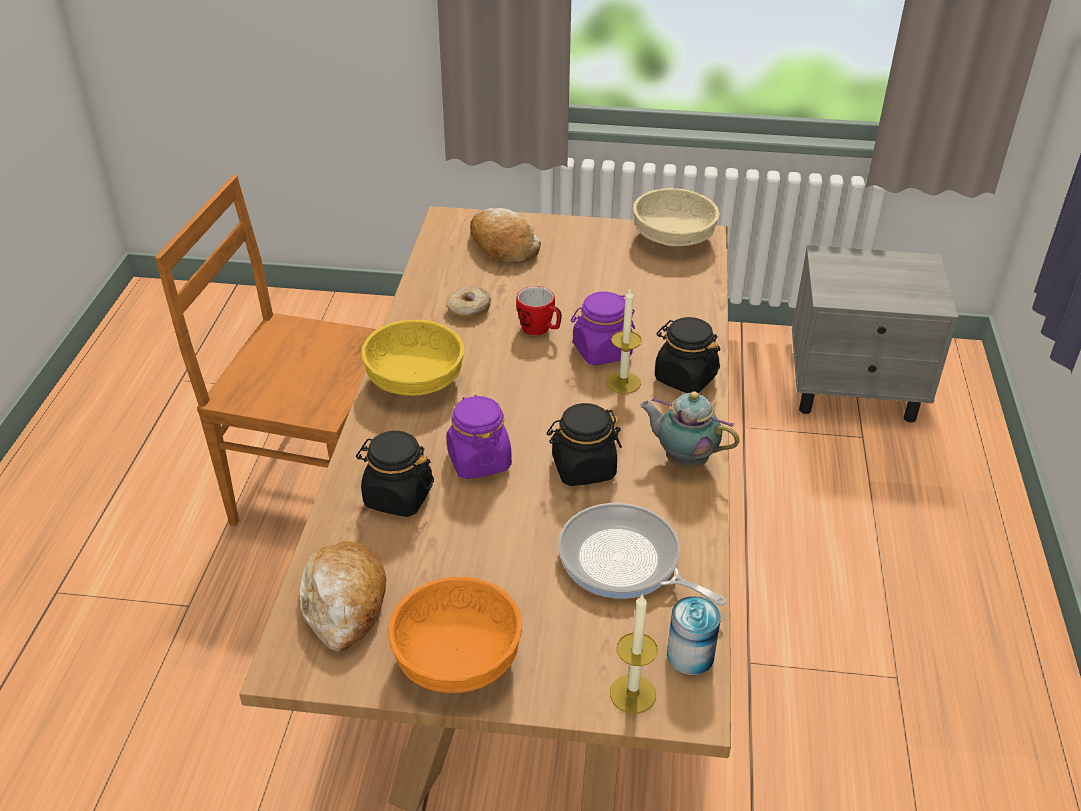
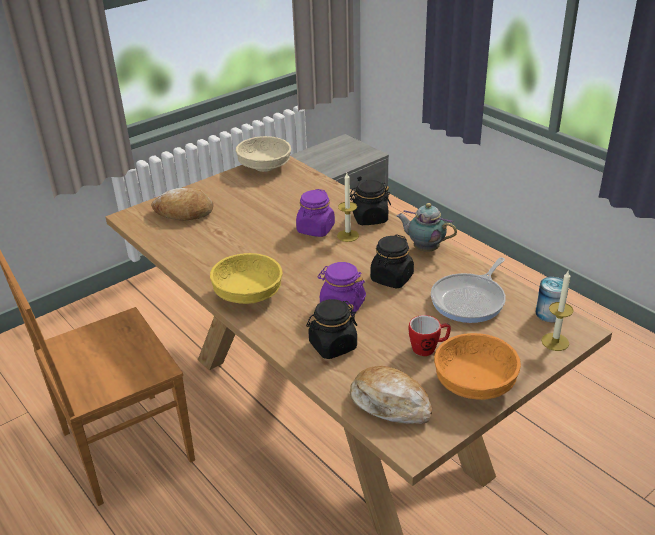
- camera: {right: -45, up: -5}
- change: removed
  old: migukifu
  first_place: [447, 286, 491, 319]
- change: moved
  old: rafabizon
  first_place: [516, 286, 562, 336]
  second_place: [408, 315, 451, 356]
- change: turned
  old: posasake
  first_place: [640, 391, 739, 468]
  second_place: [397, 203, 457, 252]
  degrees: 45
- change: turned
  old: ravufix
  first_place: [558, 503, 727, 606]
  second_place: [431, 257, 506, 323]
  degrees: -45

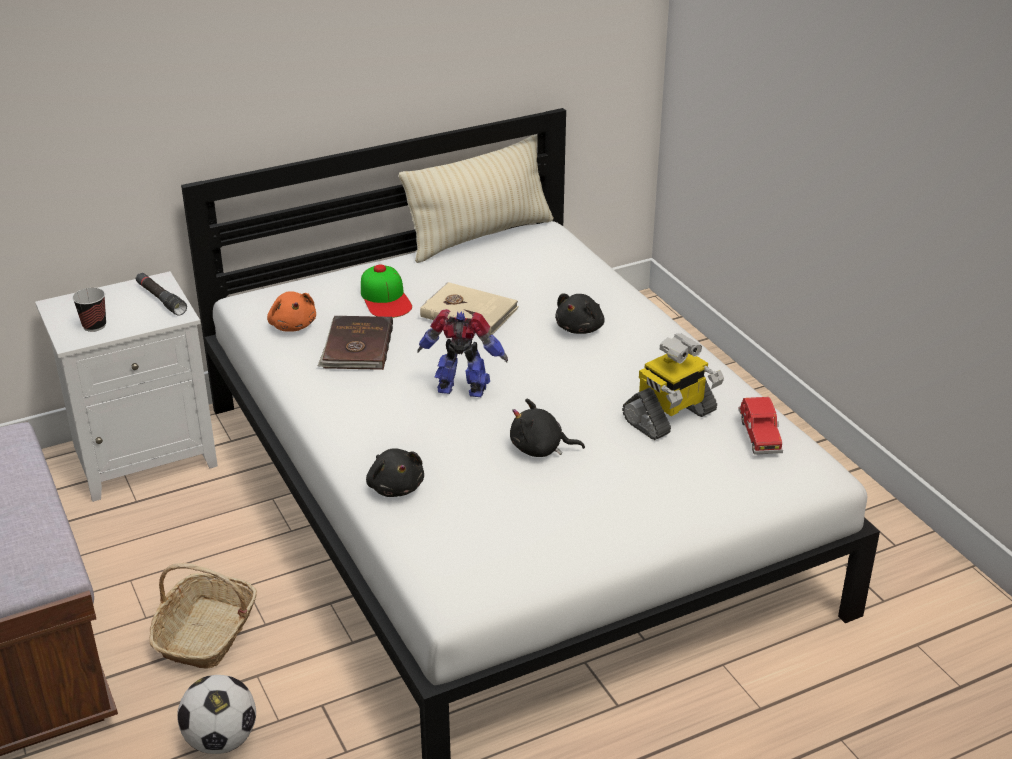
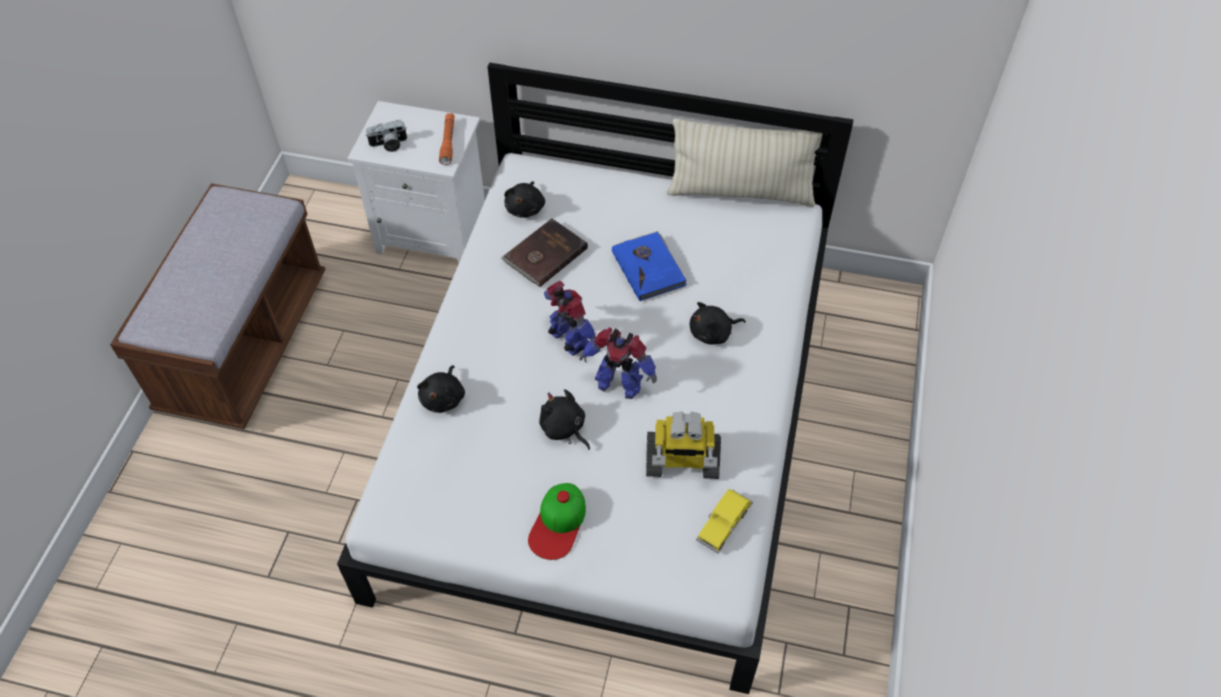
- camera: {right: 40, up: 20}
- change: moved
  old: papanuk
  first_place: [361, 265, 412, 318]
  second_place: [528, 483, 586, 560]
- change: recoloured
  old: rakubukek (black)
  new: rakubukek (orange)
  first_place: [136, 273, 187, 315]
  second_place: [439, 113, 455, 165]
- change: recoloured
  old: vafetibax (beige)
  new: vafetibax (blue)
  first_place: [420, 282, 519, 336]
  second_place: [612, 231, 687, 301]
- change: replaced
  old: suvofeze
  new: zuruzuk
  first_place: [72, 288, 106, 332]
  second_place: [365, 120, 407, 152]
- change: recoloured
  old: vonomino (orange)
  new: vonomino (black)
  first_place: [267, 291, 316, 332]
  second_place: [504, 181, 545, 218]
- change: recoloured
  old: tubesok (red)
  new: tubesok (yellow)
  first_place: [738, 397, 783, 455]
  second_place: [696, 489, 753, 554]
- change: removed
  old: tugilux
  first_place: [149, 563, 257, 669]
- change: removed
  old: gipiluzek
  first_place: [177, 675, 256, 754]
- change: added
  new: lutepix
  second_place: [580, 327, 657, 399]

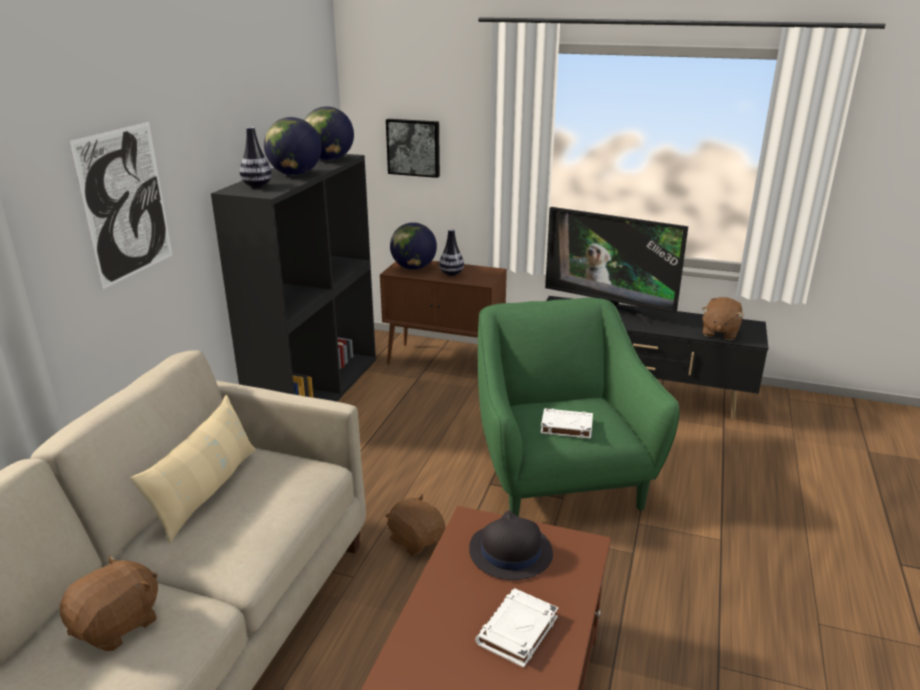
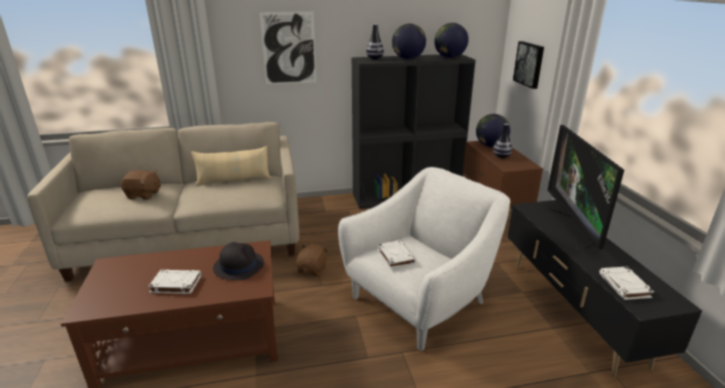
- camera: {right: 60, up: 0}
- change: replaced
  old: vonomino (brown)
  new: vafetibax (white)
  first_place: [702, 297, 744, 340]
  second_place: [599, 267, 654, 300]
- change: recoloured
  old: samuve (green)
  new: samuve (white)
  first_place: [478, 298, 680, 517]
  second_place: [338, 167, 510, 351]

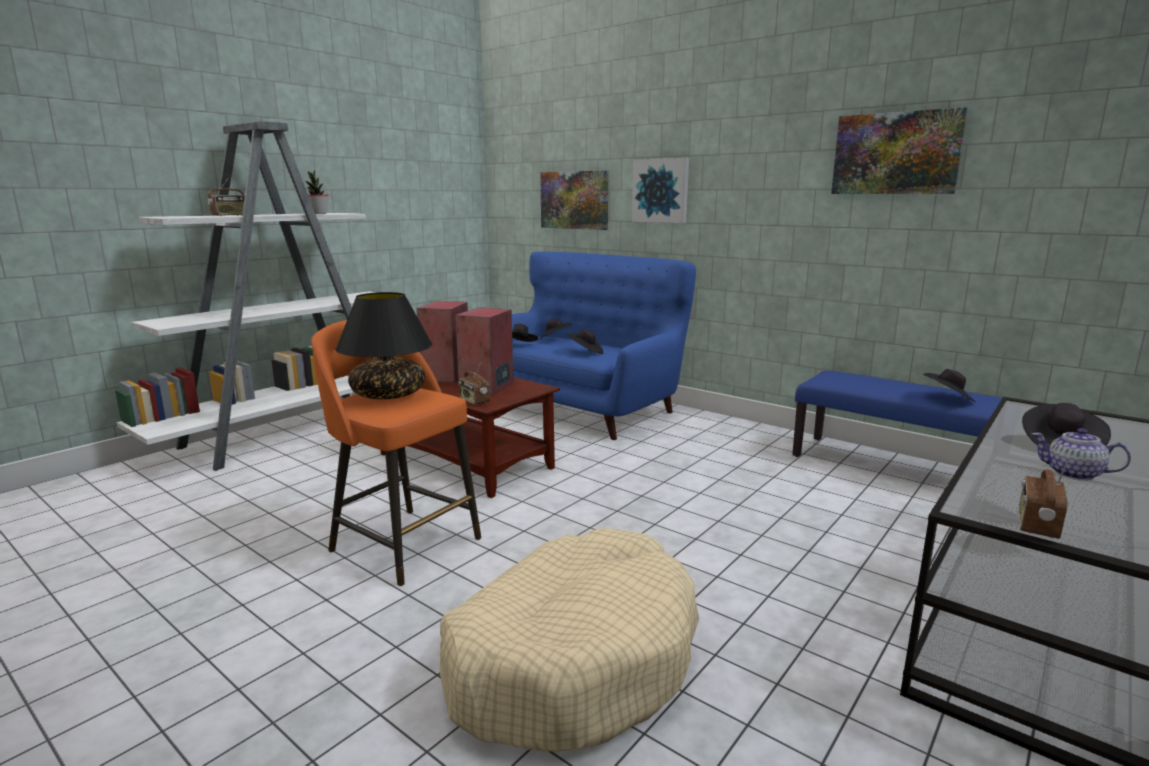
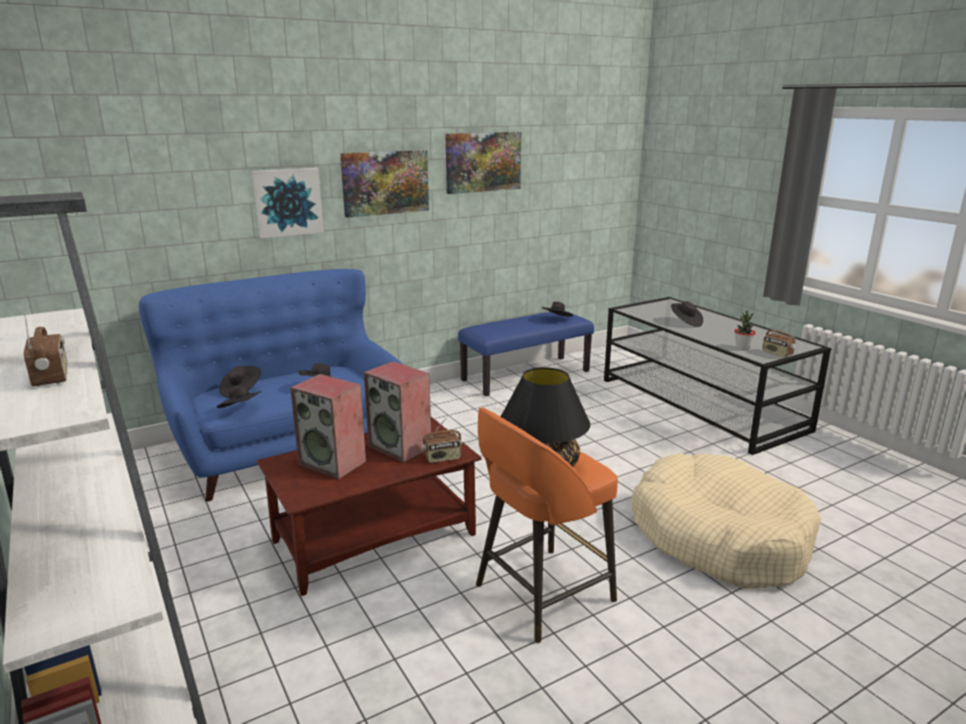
- camera: {right: -70, up: 5}
- change: moved
  old: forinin
  first_place: [540, 170, 609, 230]
  second_place: [340, 150, 429, 218]
- change: moved
  old: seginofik
  first_place: [306, 171, 329, 214]
  second_place: [734, 311, 756, 350]
- change: removed
  old: posasake
  first_place: [1032, 428, 1131, 481]

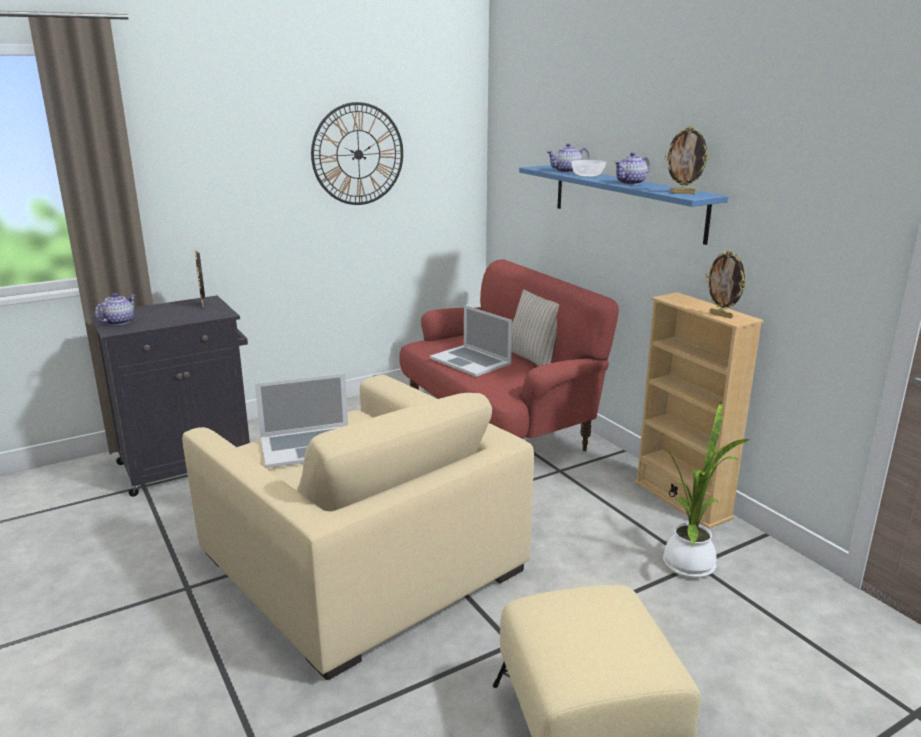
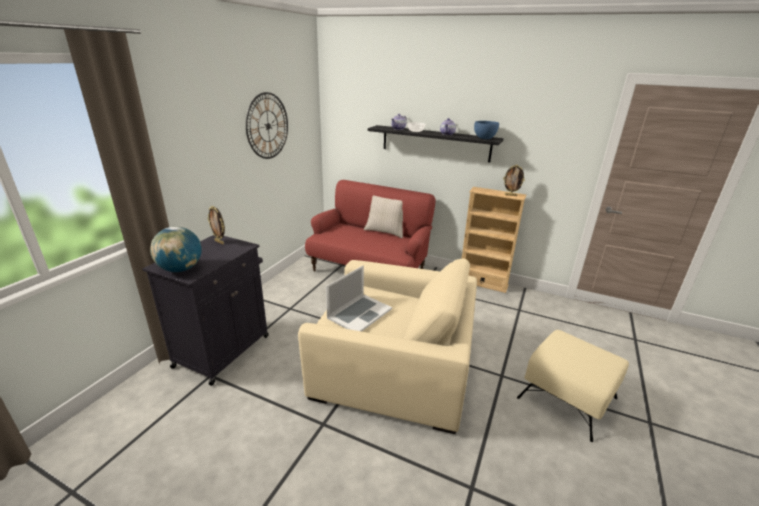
- camera: {right: -35, up: 5}
- change: replaced
  old: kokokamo
  new: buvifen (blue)
  first_place: [665, 126, 710, 194]
  second_place: [474, 121, 499, 139]
- change: recoloured
  old: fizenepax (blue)
  new: fizenepax (black)
  first_place: [519, 165, 728, 245]
  second_place: [368, 125, 503, 162]
- change: replaced
  old: posasake
  new: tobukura
  first_place: [95, 293, 136, 325]
  second_place: [150, 226, 202, 272]
- change: removed
  old: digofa
  first_place: [430, 305, 512, 377]
- change: removed
  old: seginofik
  first_place: [663, 403, 751, 578]

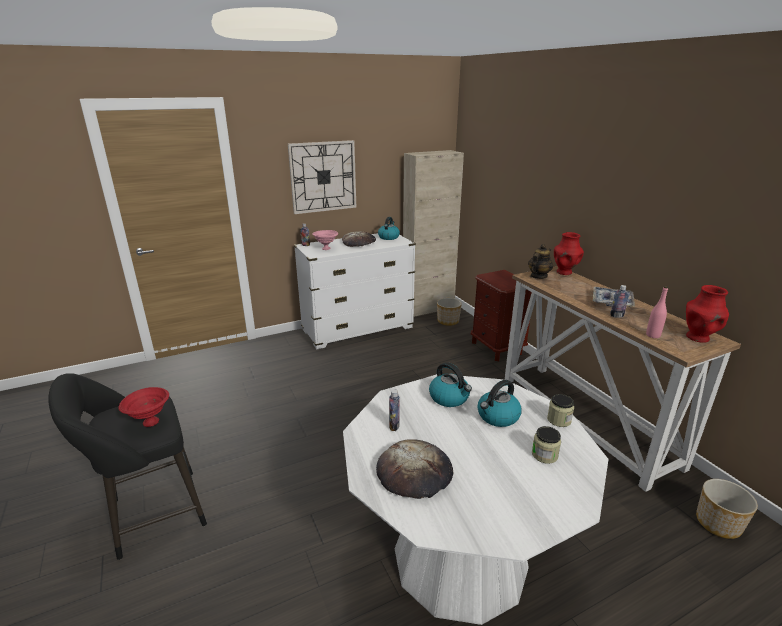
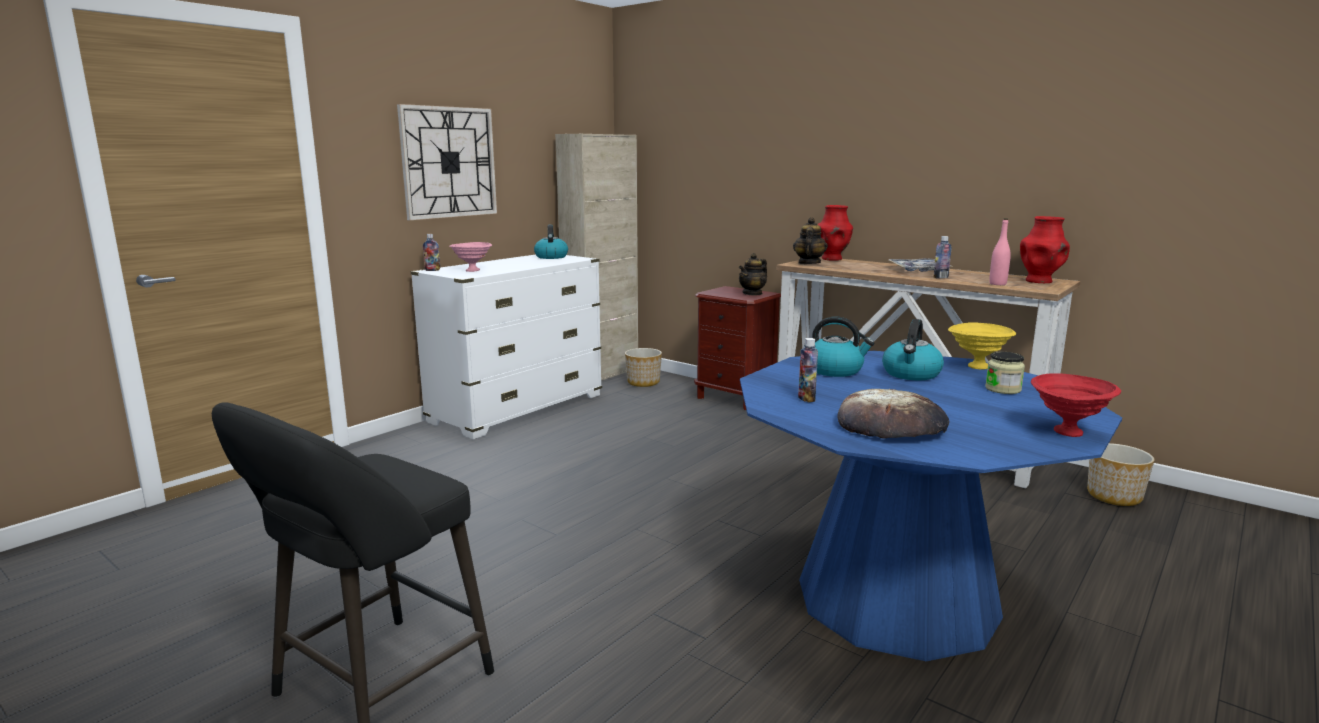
- camera: {right: -25, up: -10}
- change: removed
  old: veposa
  first_place: [342, 231, 376, 247]
- change: recoloured
  old: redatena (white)
  new: redatena (blue)
  first_place: [343, 374, 609, 625]
  second_place: [740, 351, 1122, 661]
- change: moved
  old: buvifen (red)
  first_place: [118, 387, 169, 427]
  second_place: [1031, 373, 1121, 437]
- change: replaced
  old: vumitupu
  new: buvifen (yellow)
  first_place: [547, 394, 574, 427]
  second_place: [948, 322, 1016, 369]
- change: added
  new: posasake
  second_place: [739, 253, 767, 296]

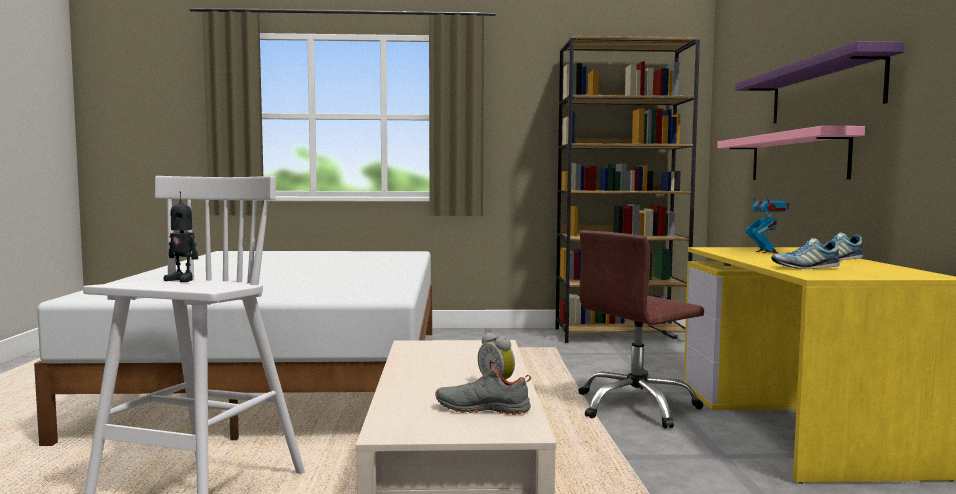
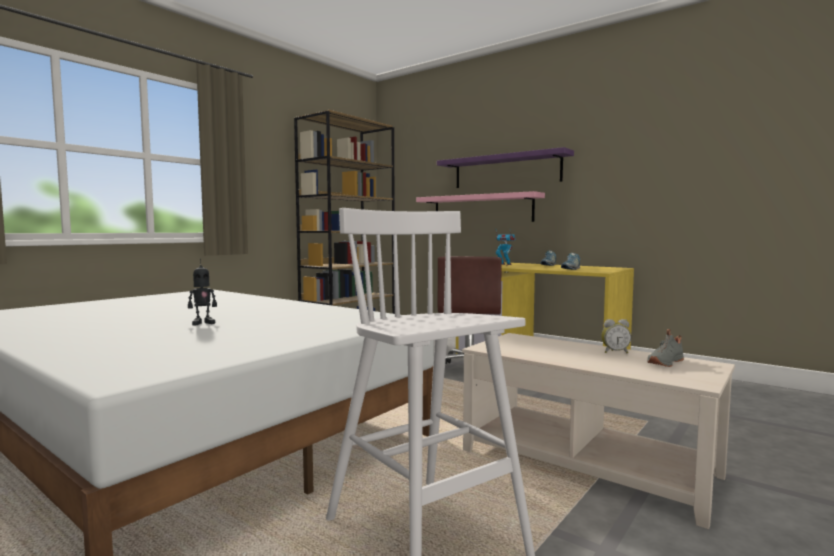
- camera: {right: -50, up: 0}
- change: moved
  old: lutepix
  first_place: [164, 192, 198, 282]
  second_place: [188, 258, 217, 325]

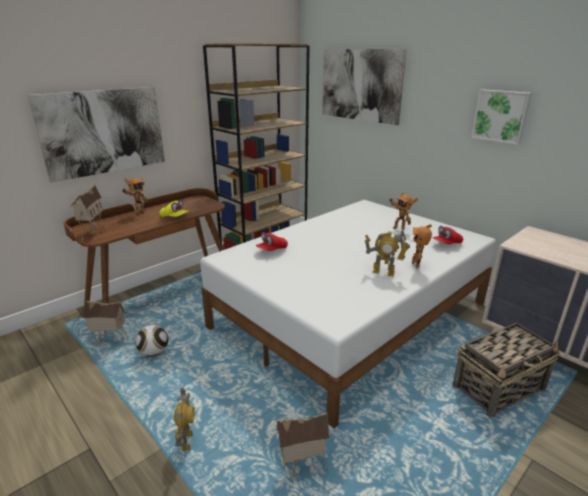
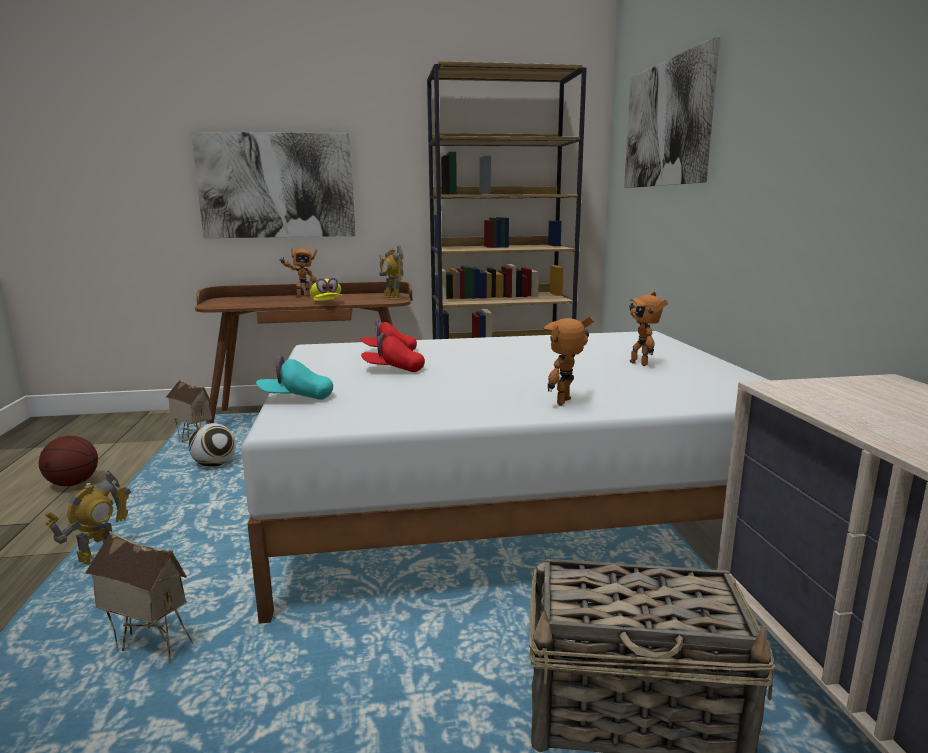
- camera: {right: 35, up: -10}
- change: removed
  old: forinin
  first_place: [471, 89, 532, 145]
- change: removed
  old: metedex
  first_place: [70, 184, 106, 241]
- change: moved
  old: papanuk (red)
  first_place: [433, 226, 463, 244]
  second_place: [361, 333, 425, 372]
- change: moved
  old: lutepix
  first_place: [364, 230, 410, 277]
  second_place: [379, 245, 403, 300]
- change: added
  new: papanuk (turquoise)
  second_place: [256, 355, 333, 400]
- change: added
  new: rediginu
  second_place: [39, 436, 98, 486]

